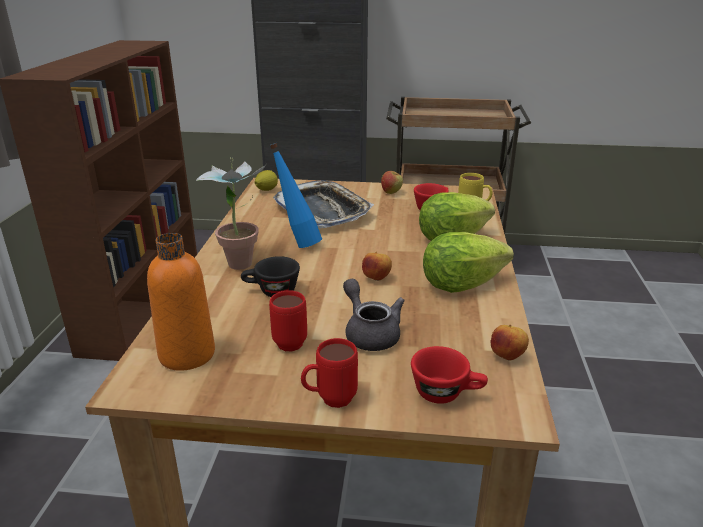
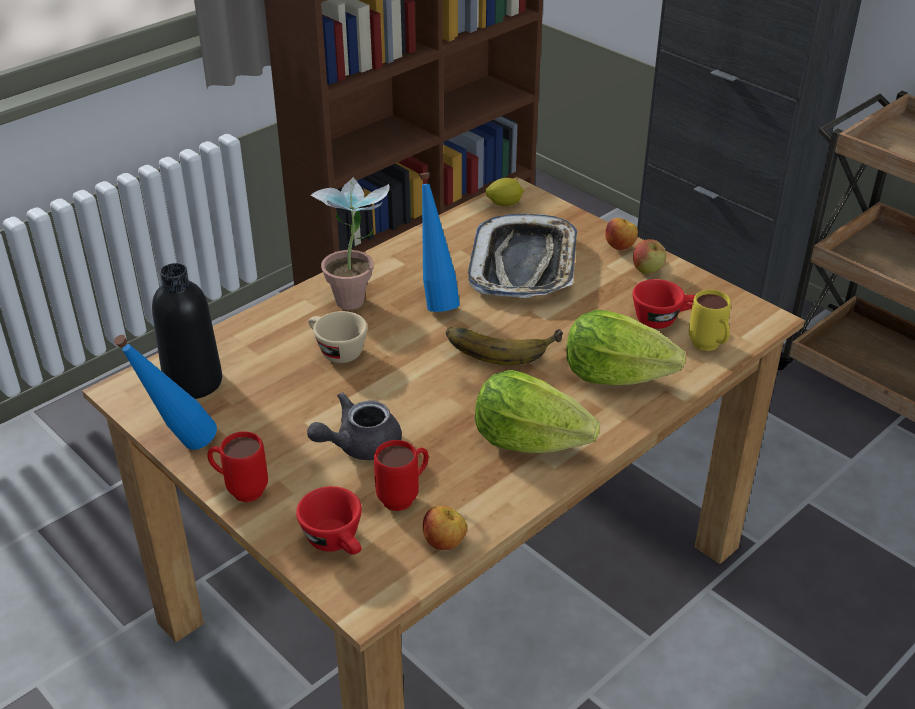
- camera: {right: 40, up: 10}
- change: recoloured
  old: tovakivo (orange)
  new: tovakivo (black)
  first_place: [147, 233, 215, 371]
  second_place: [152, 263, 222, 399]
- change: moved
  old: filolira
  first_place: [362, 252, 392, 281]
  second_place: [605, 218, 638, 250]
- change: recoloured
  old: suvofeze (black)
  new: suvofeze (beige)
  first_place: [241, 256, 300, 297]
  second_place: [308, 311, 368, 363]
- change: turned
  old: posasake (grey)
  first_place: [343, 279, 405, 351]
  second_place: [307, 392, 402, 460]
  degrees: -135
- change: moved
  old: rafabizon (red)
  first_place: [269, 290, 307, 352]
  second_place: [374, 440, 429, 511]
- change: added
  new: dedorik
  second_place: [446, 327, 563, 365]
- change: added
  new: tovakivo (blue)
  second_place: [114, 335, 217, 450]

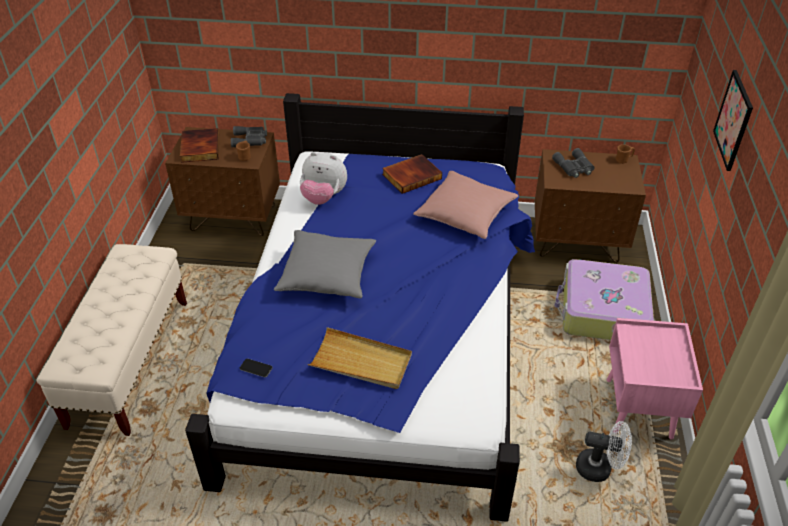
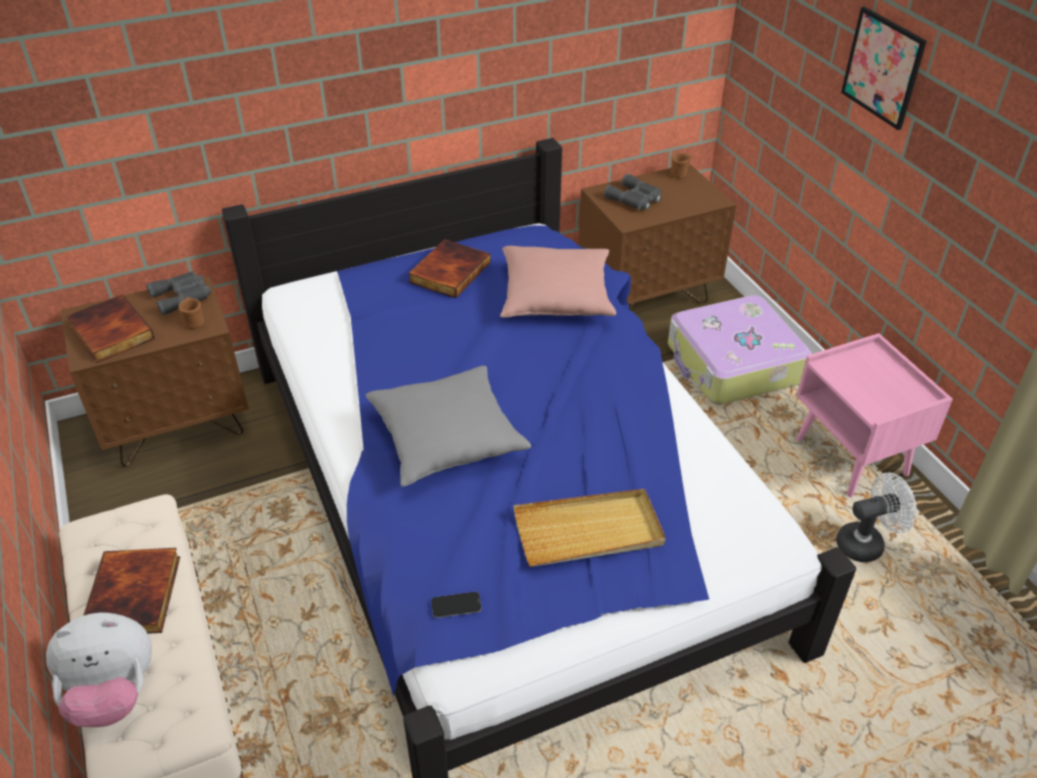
- camera: {right: -30, up: 0}
- change: moved
  old: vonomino
  first_place: [300, 152, 347, 205]
  second_place: [46, 613, 152, 727]
- change: added
  new: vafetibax
  second_place: [83, 548, 180, 634]

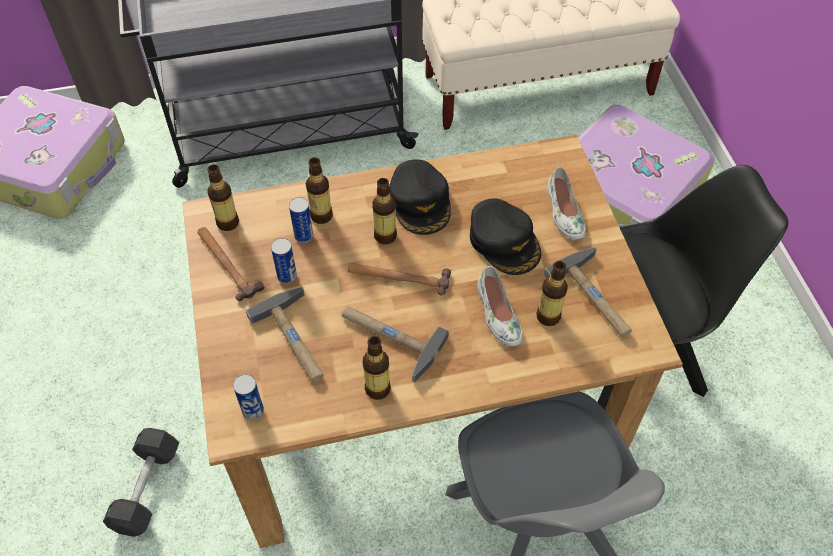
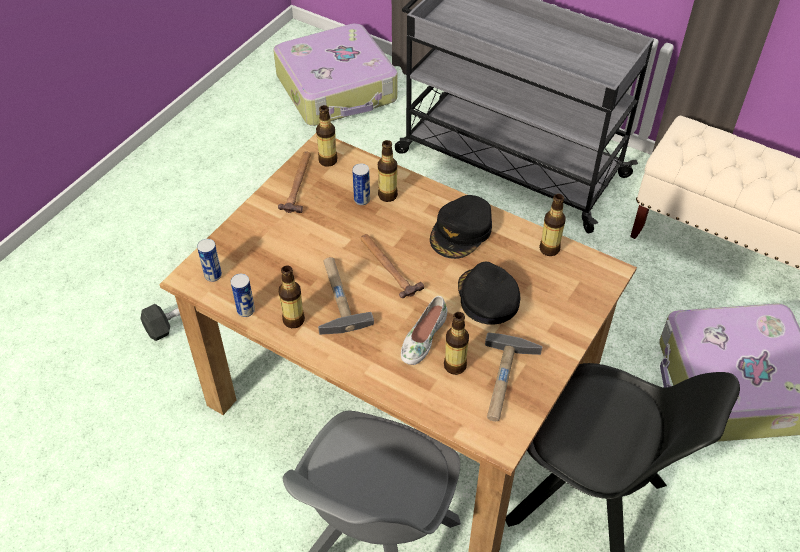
- camera: {right: 45, up: -5}
- change: removed
  old: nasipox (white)
  first_place: [547, 167, 586, 240]
- change: moved
  old: tovakivo
  first_place: [372, 178, 397, 245]
  second_place: [539, 194, 566, 256]
- change: turned
  old: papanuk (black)
  first_place: [470, 198, 541, 275]
  second_place: [458, 262, 520, 325]
  degrees: 150
- change: moved
  old: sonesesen
  first_place: [271, 238, 297, 284]
  second_place: [231, 274, 255, 317]
- change: removed
  old: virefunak
  first_place: [246, 287, 324, 382]

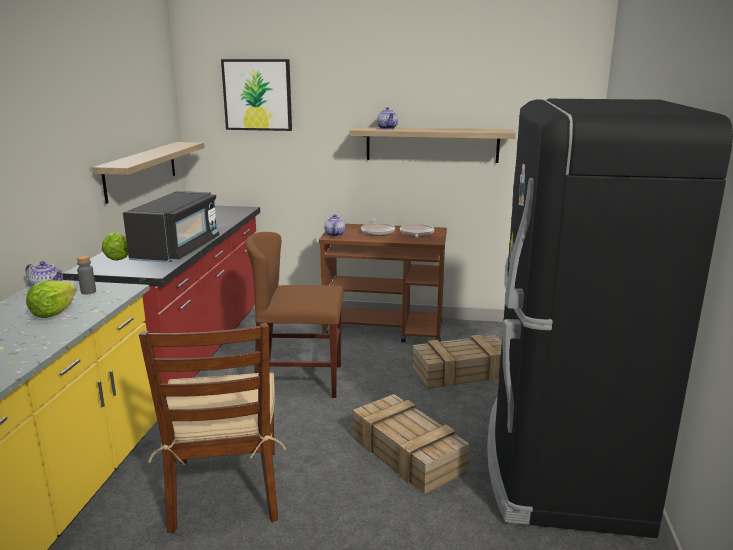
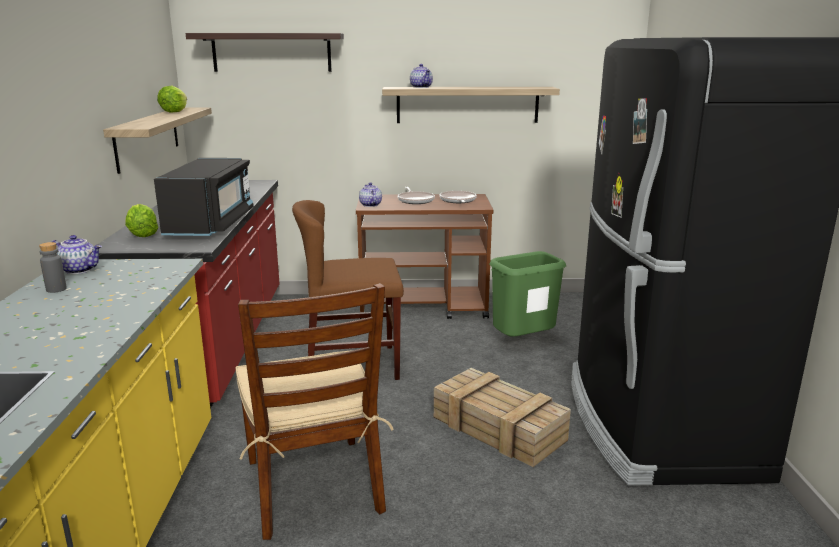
- camera: {right: -10, up: 0}
- change: replaced
  old: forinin
  new: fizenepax
  first_place: [221, 59, 292, 131]
  second_place: [185, 33, 344, 72]
- change: moved
  old: tovakivo (grey)
  first_place: [77, 256, 96, 294]
  second_place: [39, 242, 67, 293]
- change: moved
  old: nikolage
  first_place: [26, 280, 77, 318]
  second_place: [157, 86, 187, 113]
- change: replaced
  old: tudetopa
  new: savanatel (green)
  first_place: [412, 335, 502, 389]
  second_place: [489, 251, 566, 337]

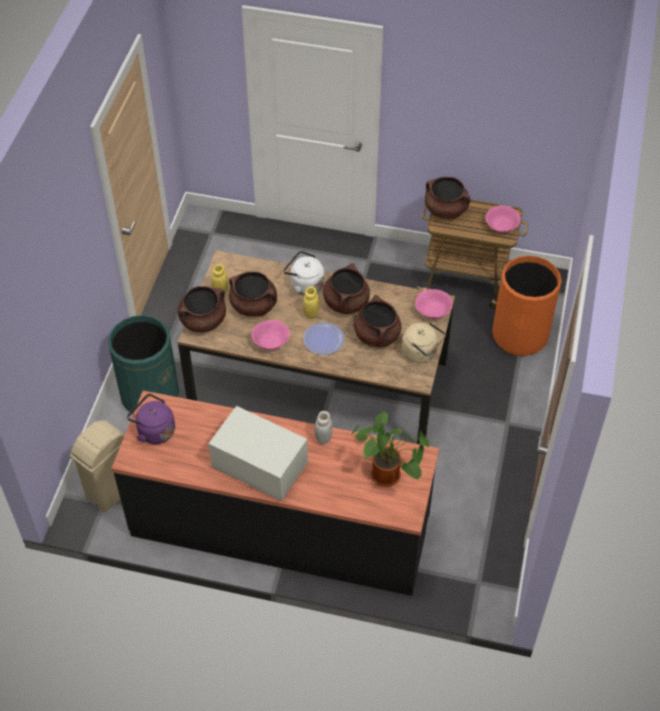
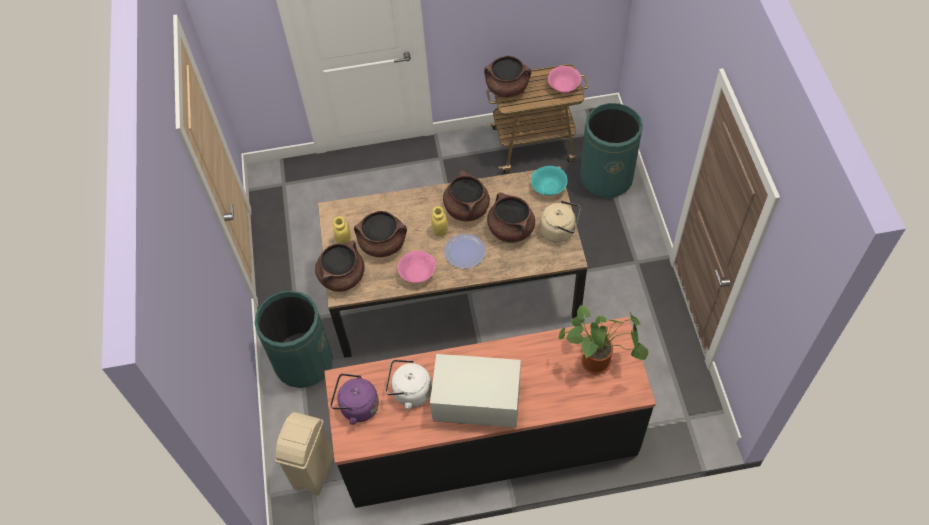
- camera: {right: -20, up: 5}
- change: moved
  old: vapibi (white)
  first_place: [283, 251, 325, 295]
  second_place: [386, 360, 432, 410]
- change: recoloured
  old: savanatel (orange)
  new: savanatel (green)
  first_place: [492, 256, 562, 356]
  second_place: [580, 103, 643, 198]
- change: recoloured
  old: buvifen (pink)
  new: buvifen (turquoise)
  first_place: [415, 289, 453, 319]
  second_place: [531, 166, 568, 196]
- change: removed
  old: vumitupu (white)
  first_place: [314, 411, 332, 444]

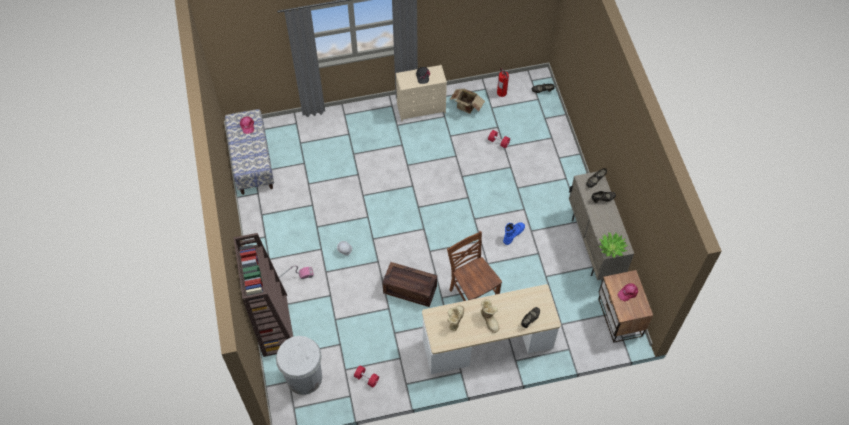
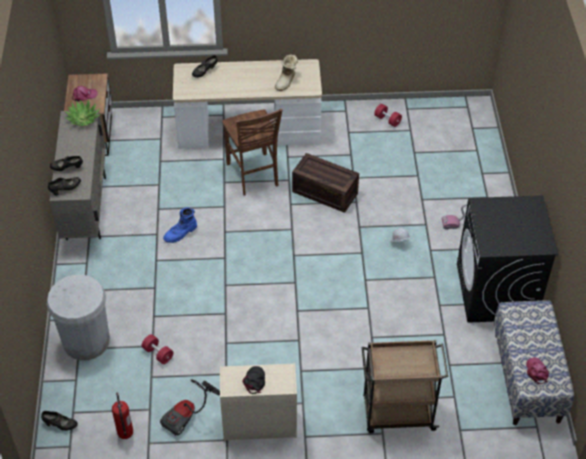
- camera: {right: -170, up: -10}
- change: replaced
  old: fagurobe
  new: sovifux
  first_place: [450, 89, 485, 114]
  second_place: [160, 379, 220, 436]
- change: removed
  old: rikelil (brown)
  first_place: [233, 233, 293, 357]
- change: removed
  old: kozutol
  first_place: [481, 299, 499, 333]
- change: moved
  old: savanatel (white)
  first_place: [276, 336, 322, 395]
  second_place: [46, 275, 110, 360]
- change: added
  new: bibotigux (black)
  second_place: [457, 195, 558, 323]
- change: added
  new: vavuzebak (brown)
  second_place: [362, 340, 448, 433]

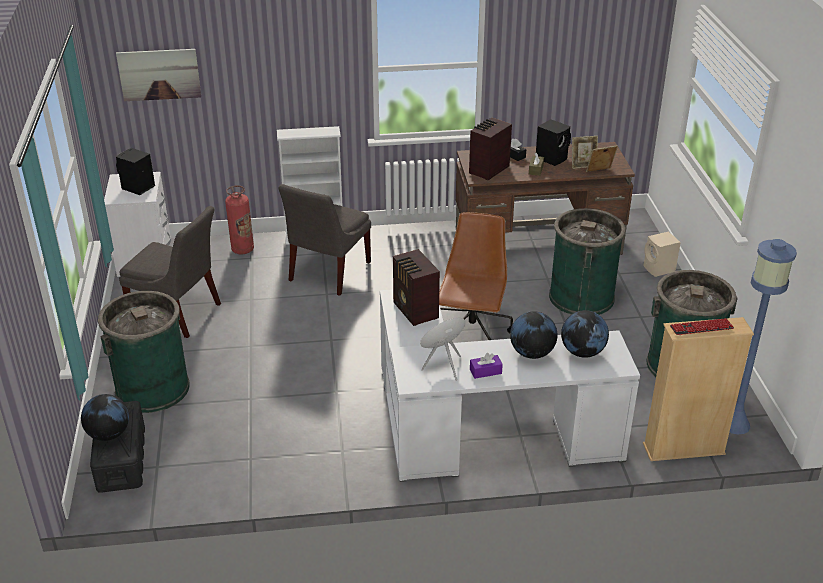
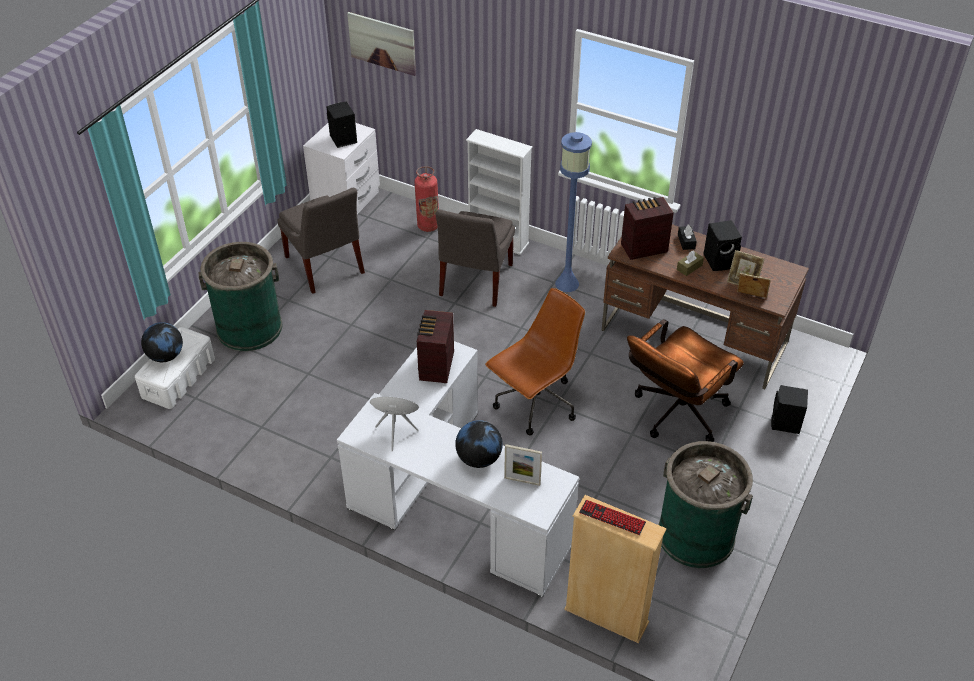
- camera: {right: 35, up: 10}
- change: turned
  old: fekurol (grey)
  first_place: [278, 184, 371, 296]
  second_place: [436, 210, 515, 307]
  degrees: -45
- change: replaced
  old: savanatel (green)
  new: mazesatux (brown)
  first_place: [549, 208, 626, 315]
  second_place: [627, 319, 744, 442]
- change: recoloured
  old: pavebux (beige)
  new: pavebux (black)
  first_place: [644, 232, 681, 277]
  second_place: [771, 385, 808, 434]
- change: moved
  old: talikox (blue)
  first_place: [730, 239, 797, 435]
  second_place: [555, 132, 592, 292]
- change: replaced
  old: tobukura
  new: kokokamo
  first_place: [561, 310, 609, 358]
  second_place: [504, 444, 542, 486]
- change: removed
  old: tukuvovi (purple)
  first_place: [470, 353, 503, 379]
- change: recoloured
  old: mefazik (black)
  new: mefazik (white)
  first_place: [90, 401, 145, 493]
  second_place: [135, 327, 215, 409]

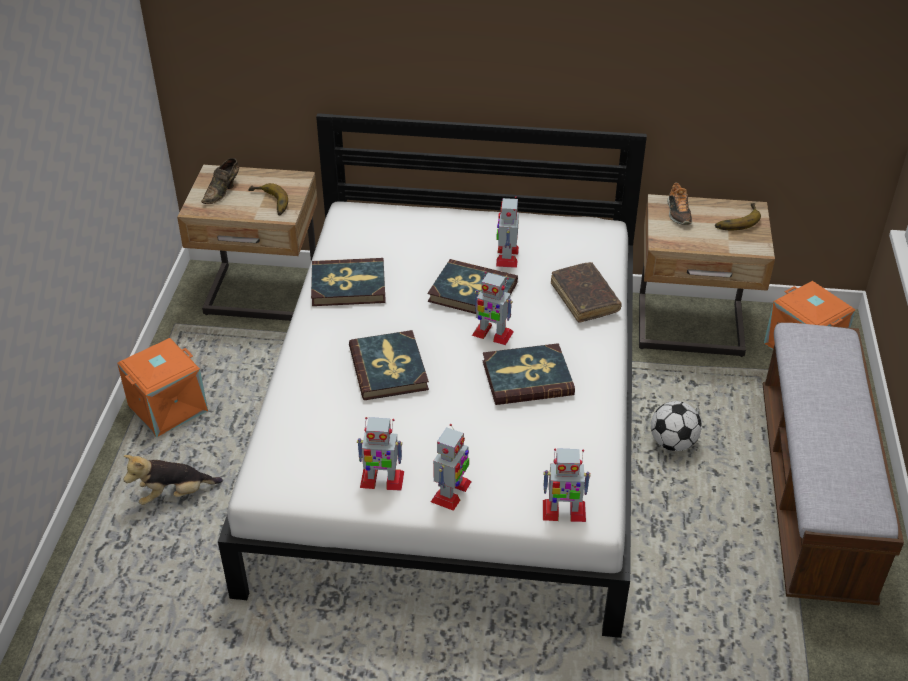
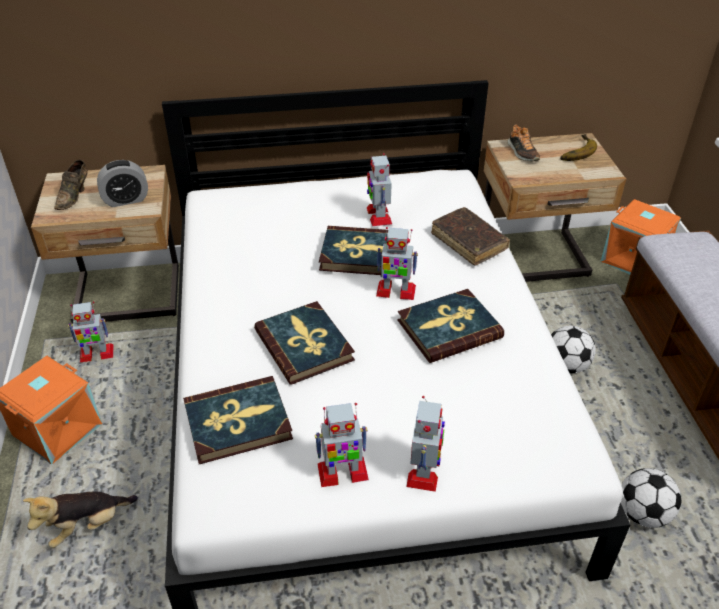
- camera: {right: -15, up: 0}
- change: replaced
  old: dedorik
  new: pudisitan
  first_place: [248, 183, 288, 215]
  second_place: [97, 160, 148, 207]
- change: moved
  old: vafetibax
  first_place: [311, 258, 386, 306]
  second_place: [183, 376, 293, 464]
- change: moved
  old: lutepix
  first_place: [543, 448, 590, 522]
  second_place: [68, 301, 114, 362]
- change: added
  new: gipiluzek
  second_place: [621, 468, 681, 528]

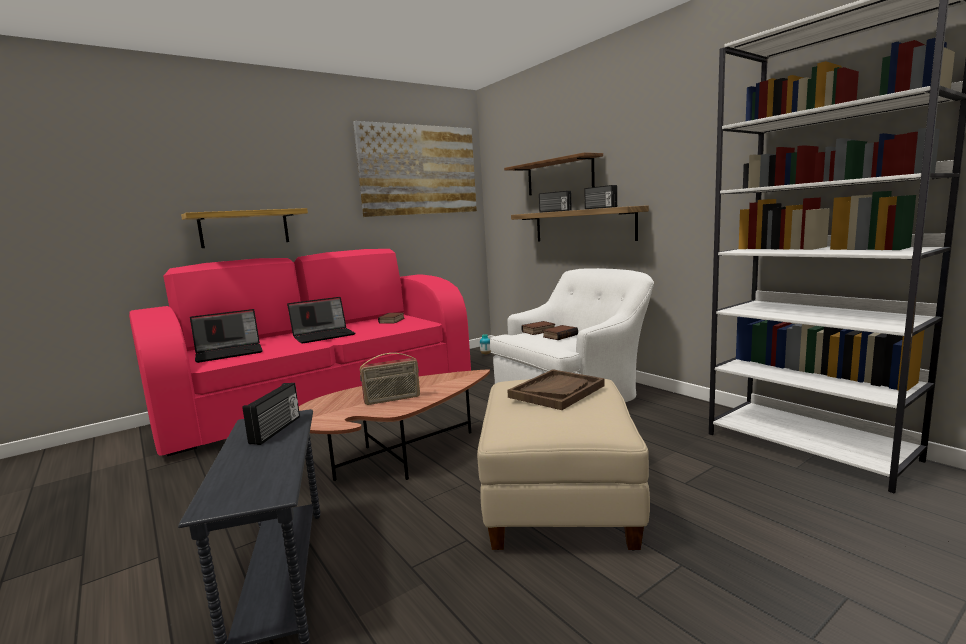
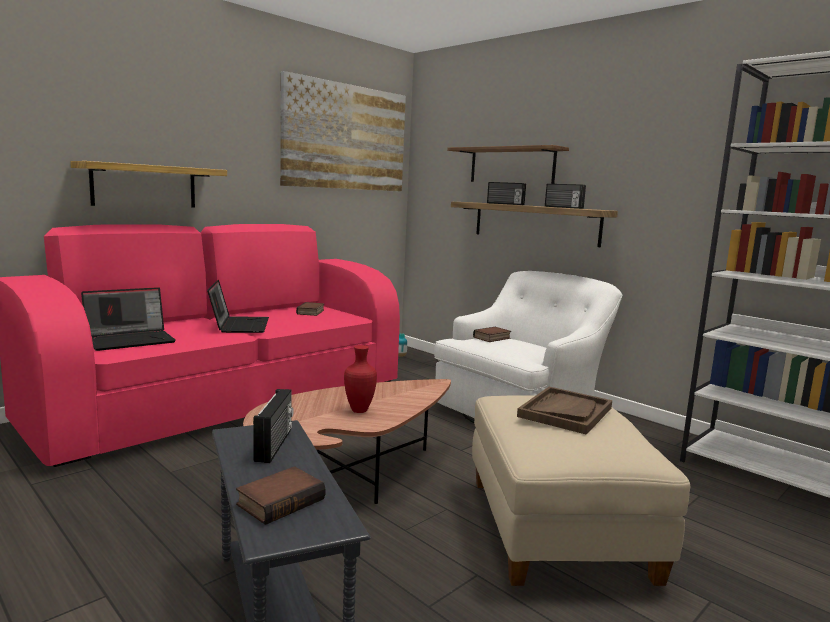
- camera: {right: -10, up: 0}
- change: turned
  old: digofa
  first_place: [287, 297, 355, 344]
  second_place: [207, 280, 269, 333]
  degrees: -60
- change: moved
  old: vafetibax
  first_place: [543, 325, 578, 340]
  second_place: [236, 466, 325, 525]
- change: replaced
  old: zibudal
  new: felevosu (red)
  first_place: [360, 353, 420, 405]
  second_place: [344, 345, 377, 413]

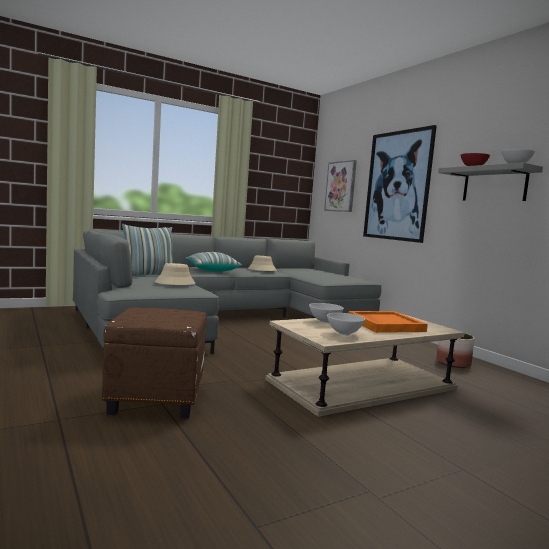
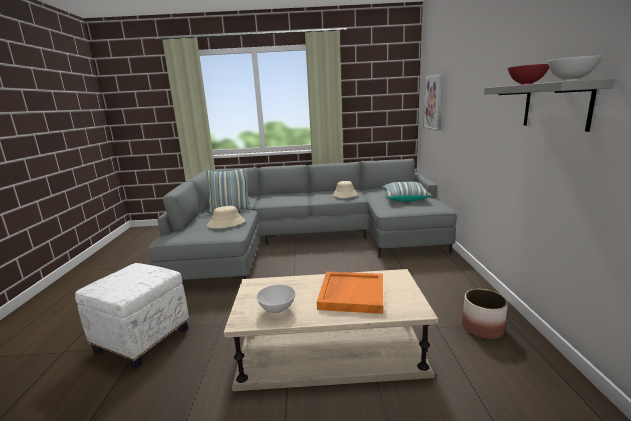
- camera: {right: 30, up: 10}
- change: removed
  old: forinin
  first_place: [363, 125, 437, 243]
- change: moved
  old: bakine
  first_place: [185, 252, 242, 272]
  second_place: [382, 181, 432, 202]
- change: removed
  old: buvifen (white)
  first_place: [309, 303, 344, 323]
- change: recoloured
  old: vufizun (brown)
  new: vufizun (white)
  first_place: [102, 308, 207, 419]
  second_place: [75, 263, 189, 369]

